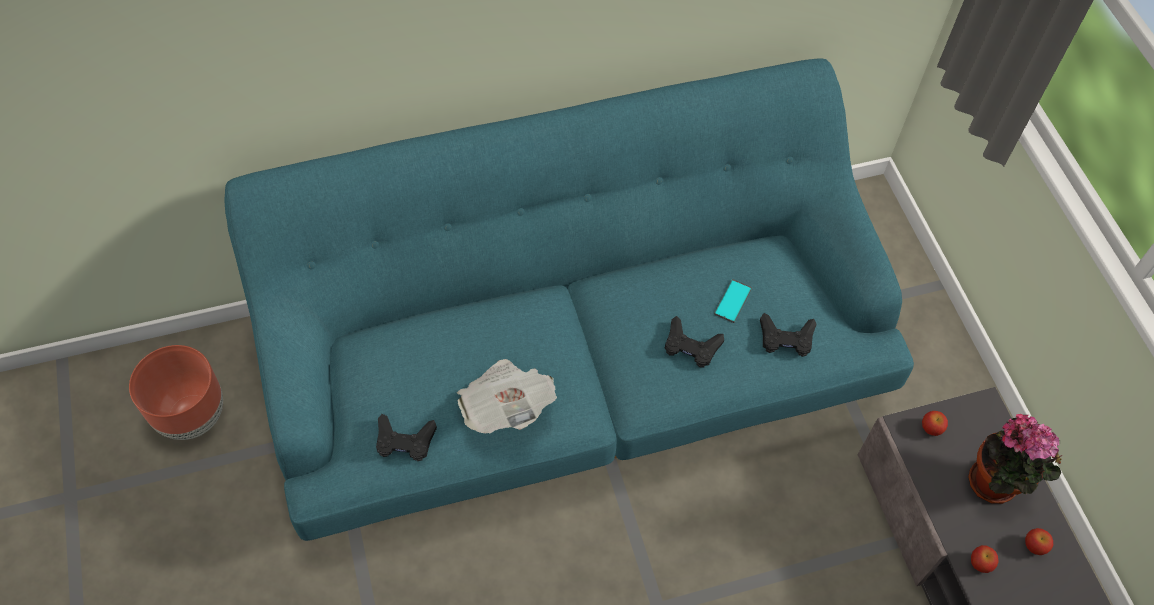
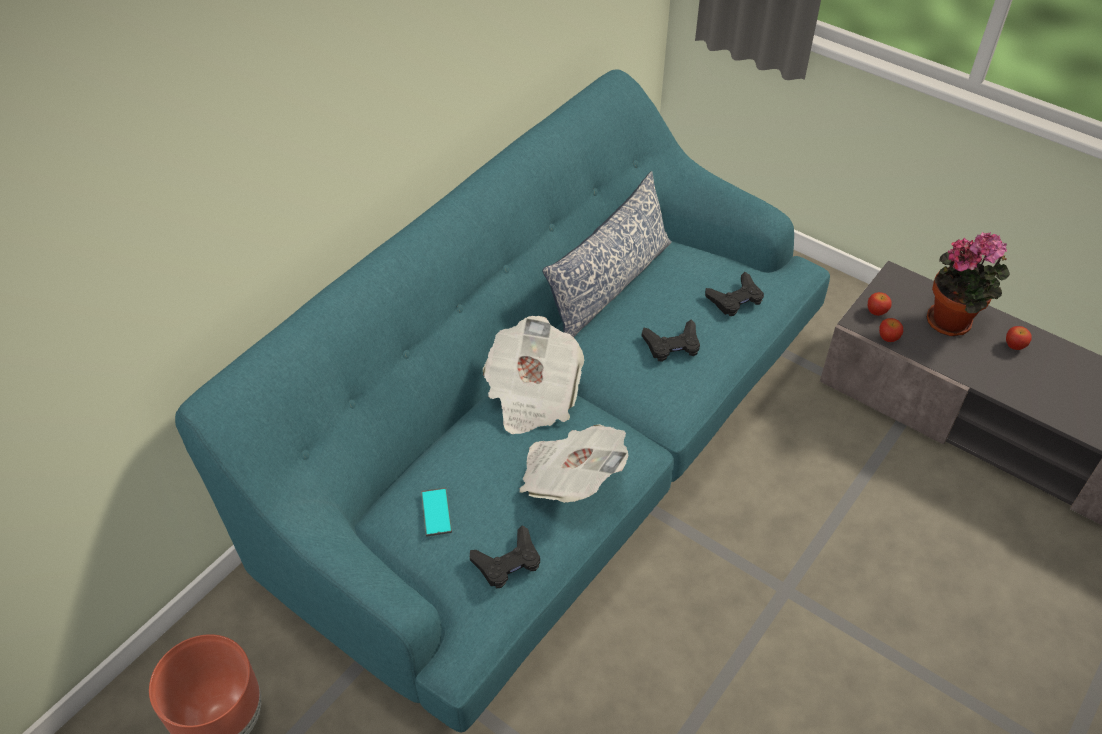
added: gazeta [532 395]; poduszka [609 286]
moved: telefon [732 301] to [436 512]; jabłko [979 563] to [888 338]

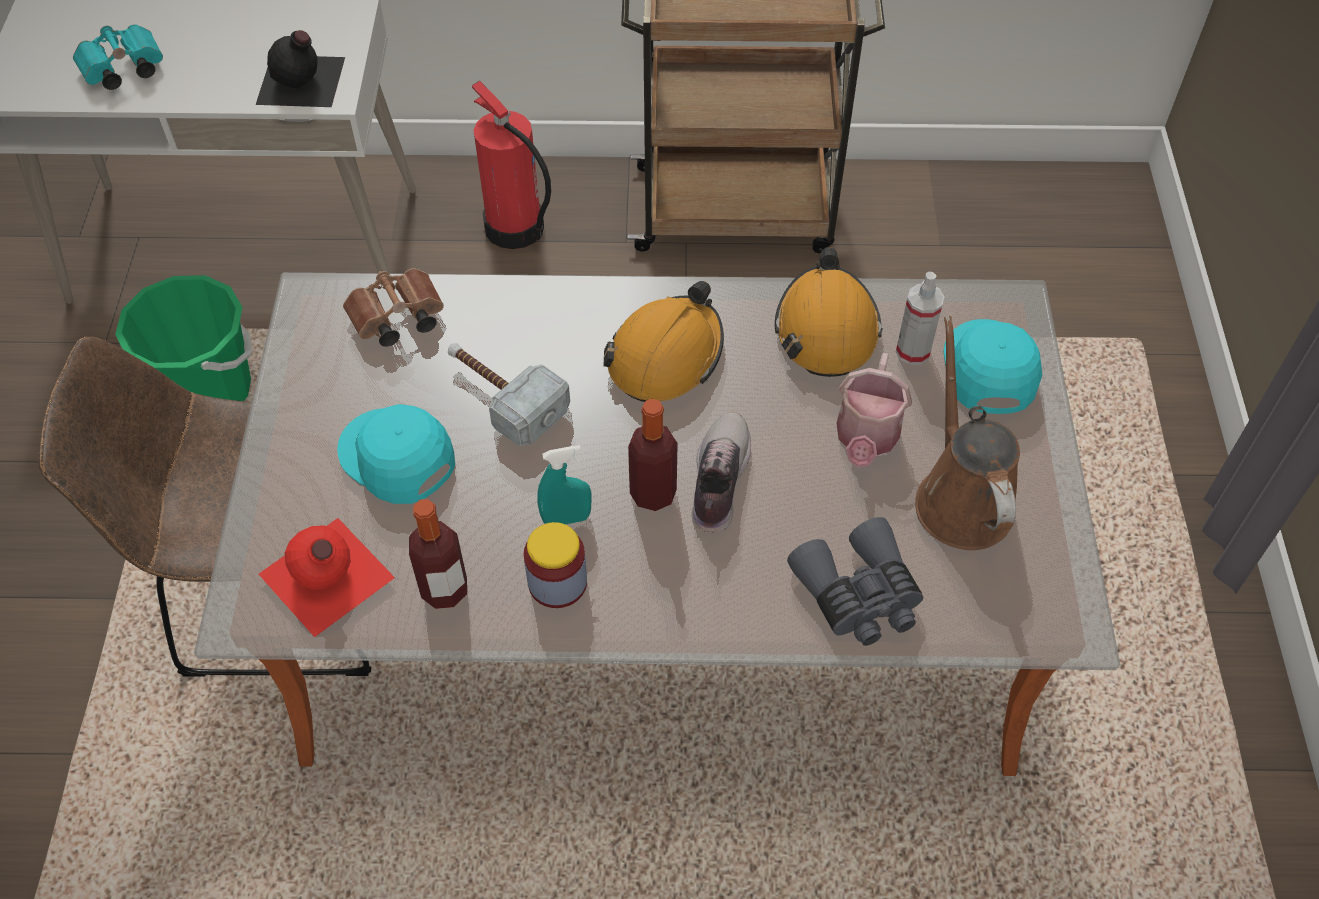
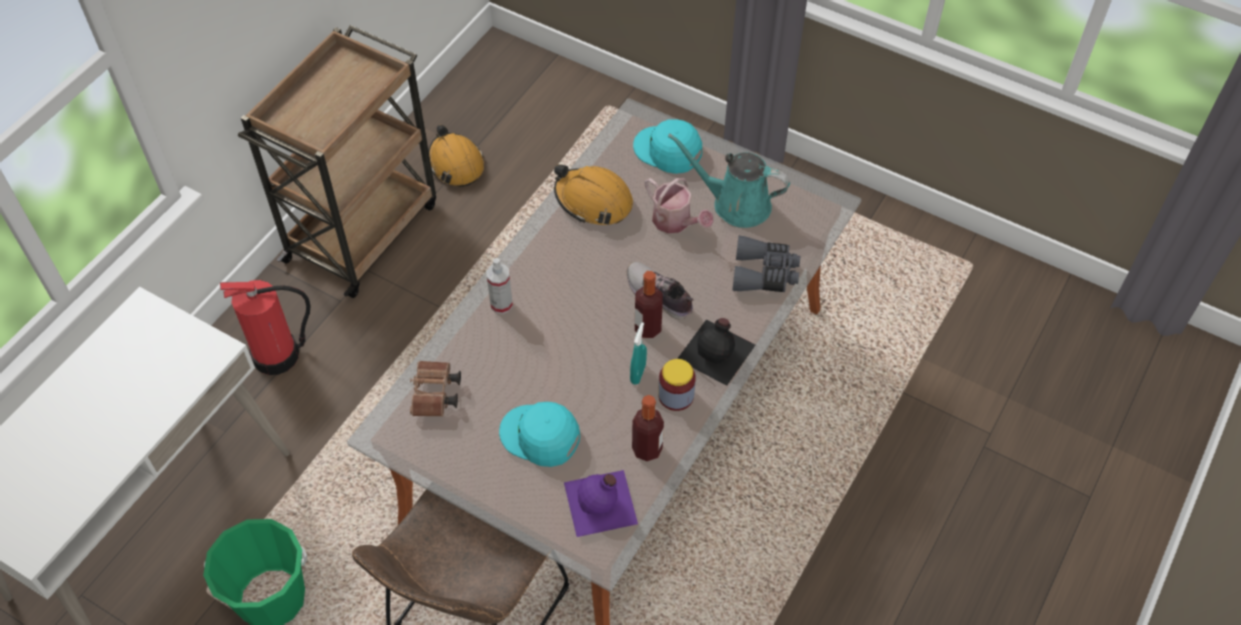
removed: lornetka [turkusowy] [122 71]; młotek [501 395]
moved: kask [pomarańczowy] [666 356] to [456 164]; spryskiwacz [913 351] to [501 304]; butelka [czarny] [302 81] to [717 351]
recoloured: butelka [czerwony] [326 578] to butelka [fioletowy] [601 503]; konewka [brązowy] [960 497] to konewka [turkusowy] [735 204]
turned: czapka z daszkiem [turkusowy] [397 457] = [540 436] 45 degrees clockwise

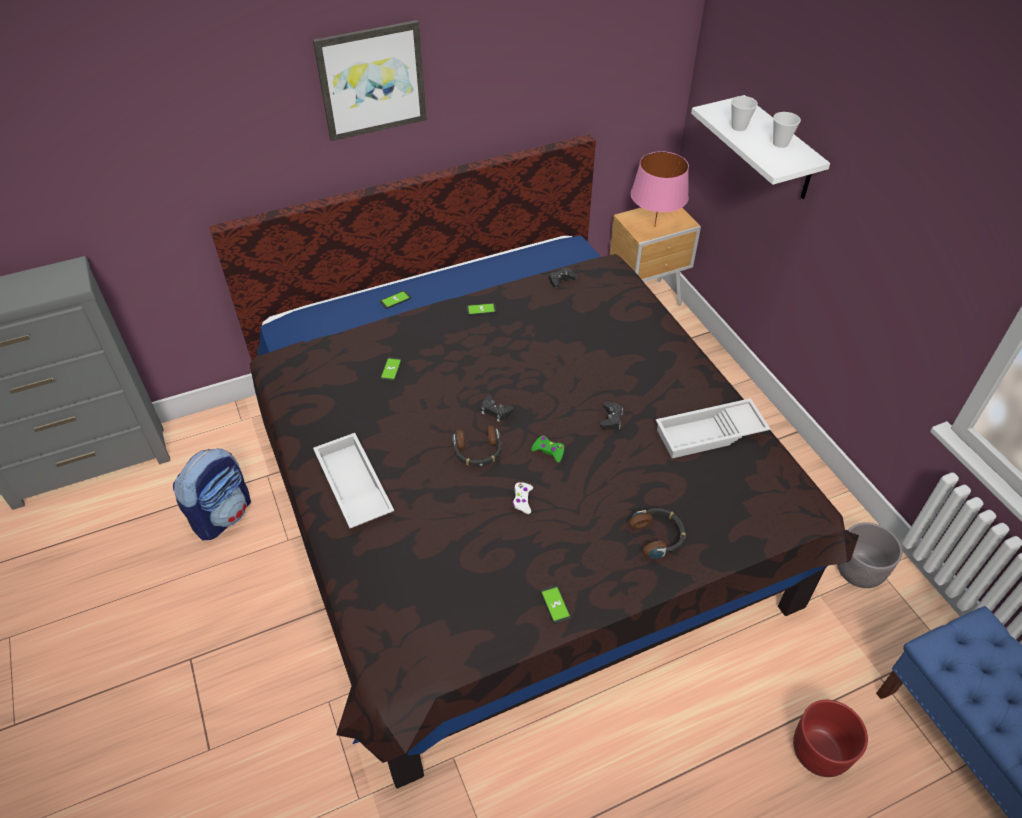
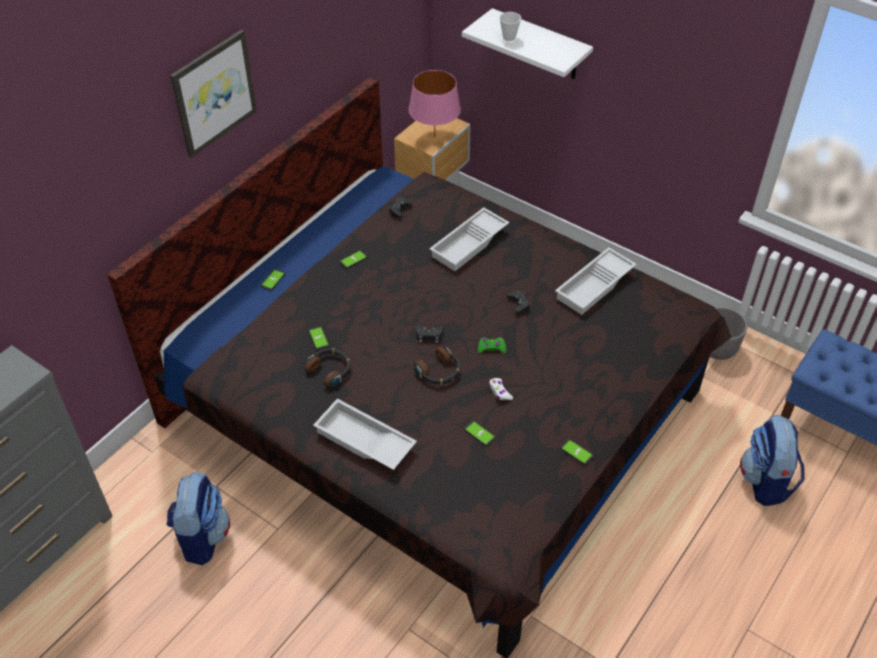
removed: filiżanka [780 143]
added: taca [biały] [470 244]; telefon [479 433]
moved: słuchawki [658 535] to [330 369]
replaced: donica [czerwony] [819 752] to plecak [765 481]

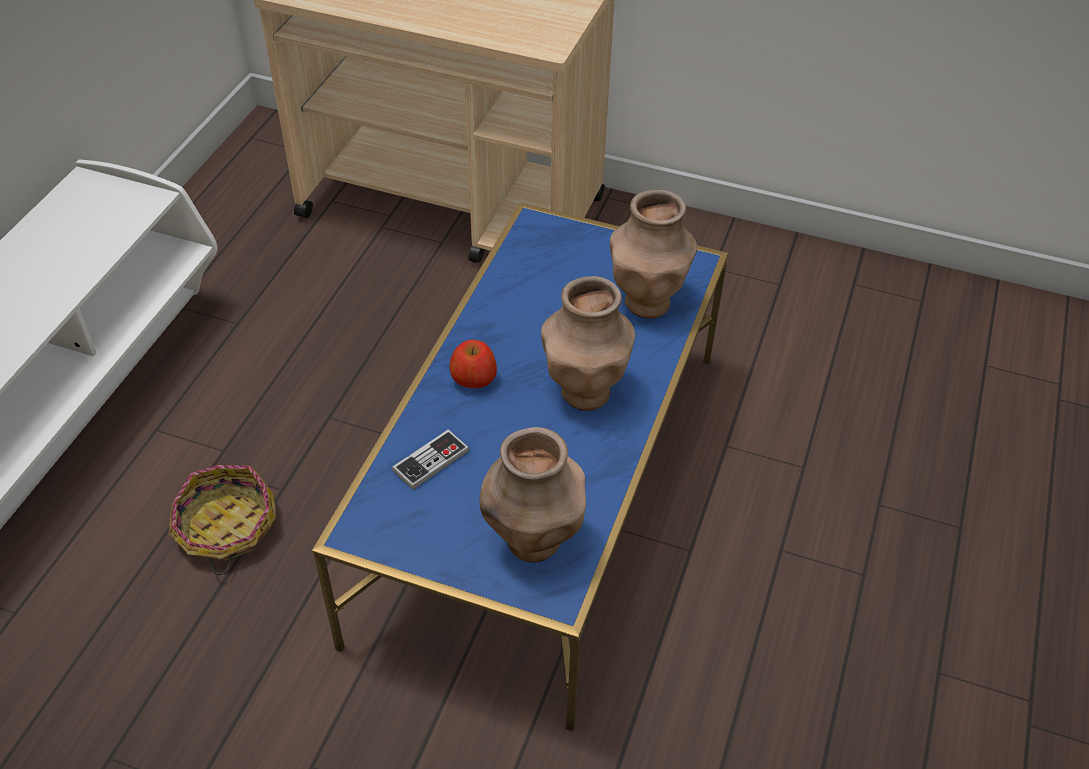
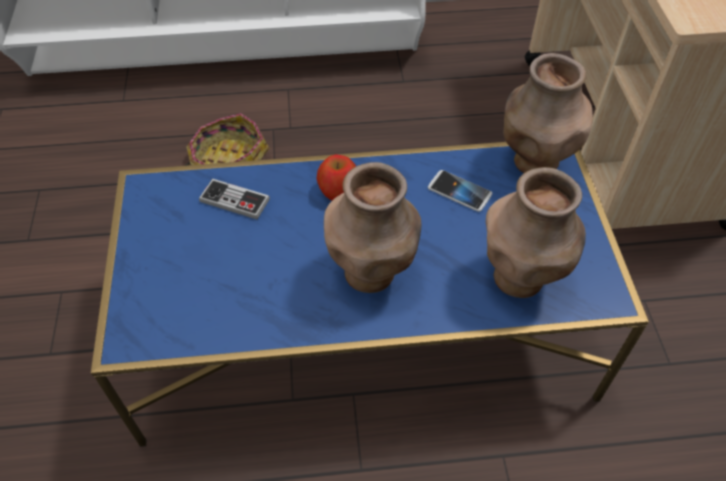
added: telefon [459 191]
moved: wazon [brązowy] [533 541] to [534 162]

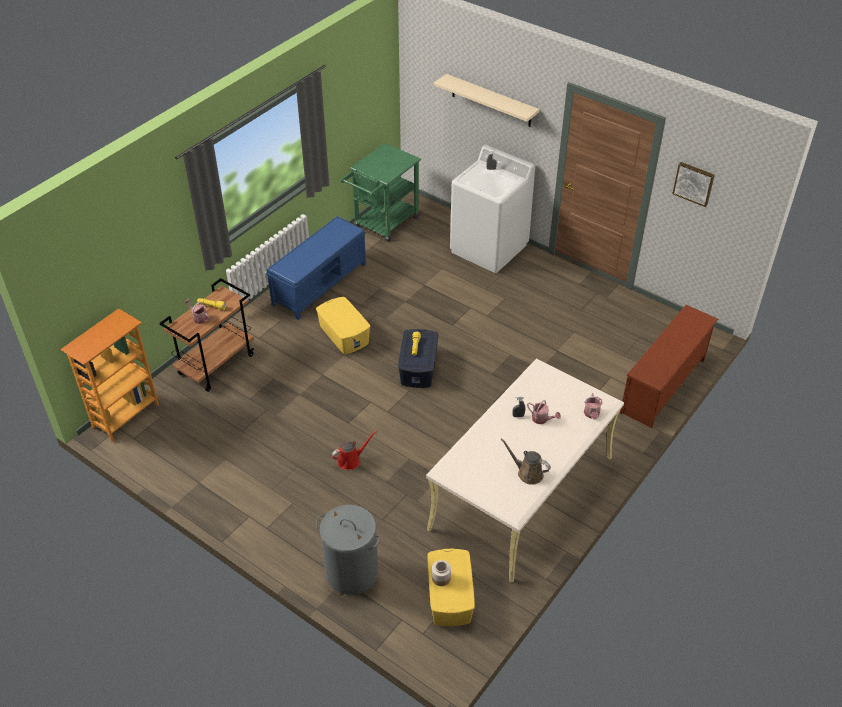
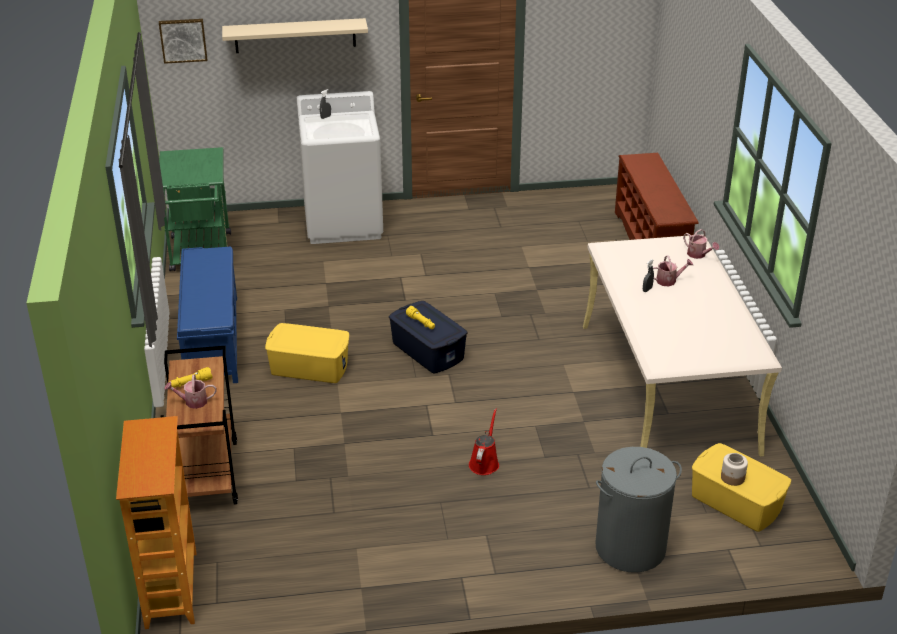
removed: konewka [brązowy] [527 473]
moved: obraz [694 183] to [183 40]

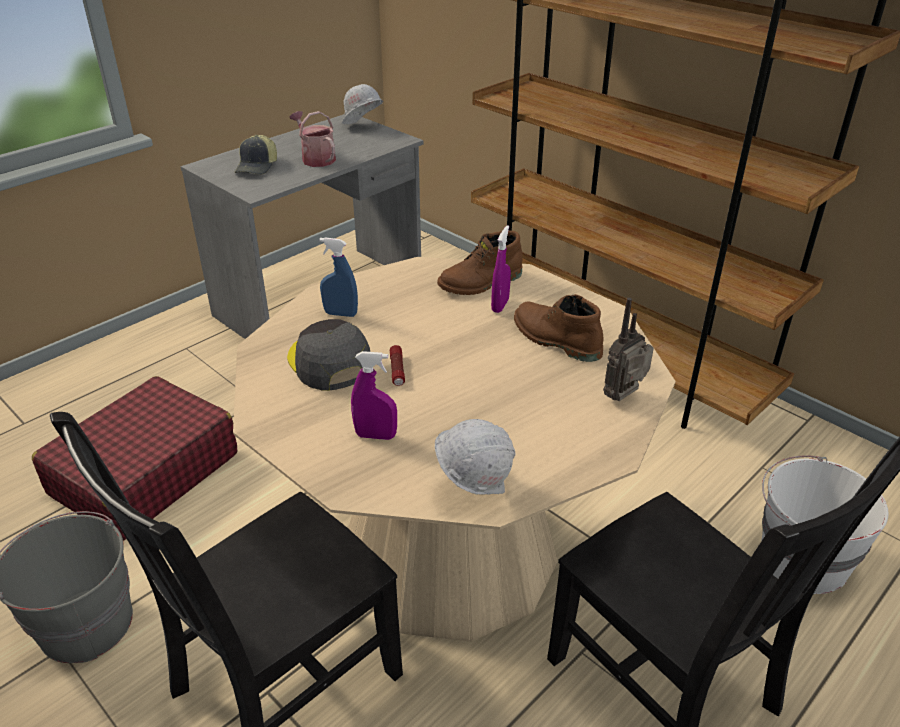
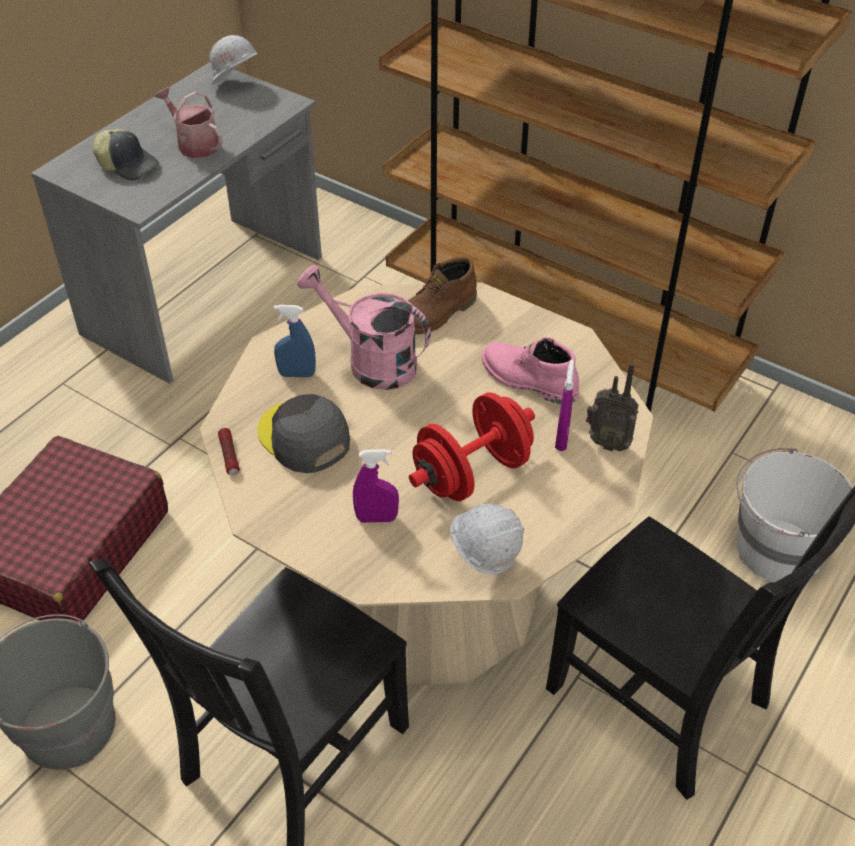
added: konewka [różowy] [371 361]; hantel [czerwony] [472 473]
moved: latarka [397 370] to [229 456]; spryskiwacz [fioletowy] [500 305] to [562 439]
recoloured: but z cholewką [brązowy] [555 340] to but z cholewką [różowy] [527 381]
turned: czapka z daszkiem [258 167] = [128 165] 60 degrees counterclockwise; radio [625 398] = [608 442] 105 degrees counterclockwise

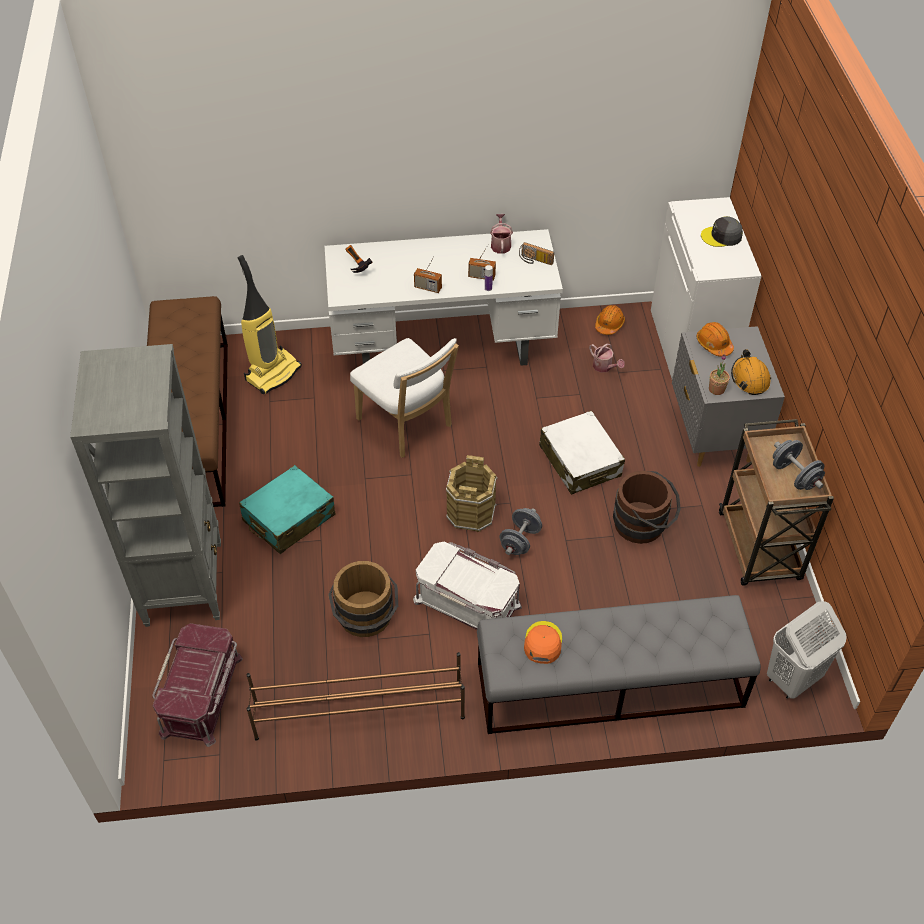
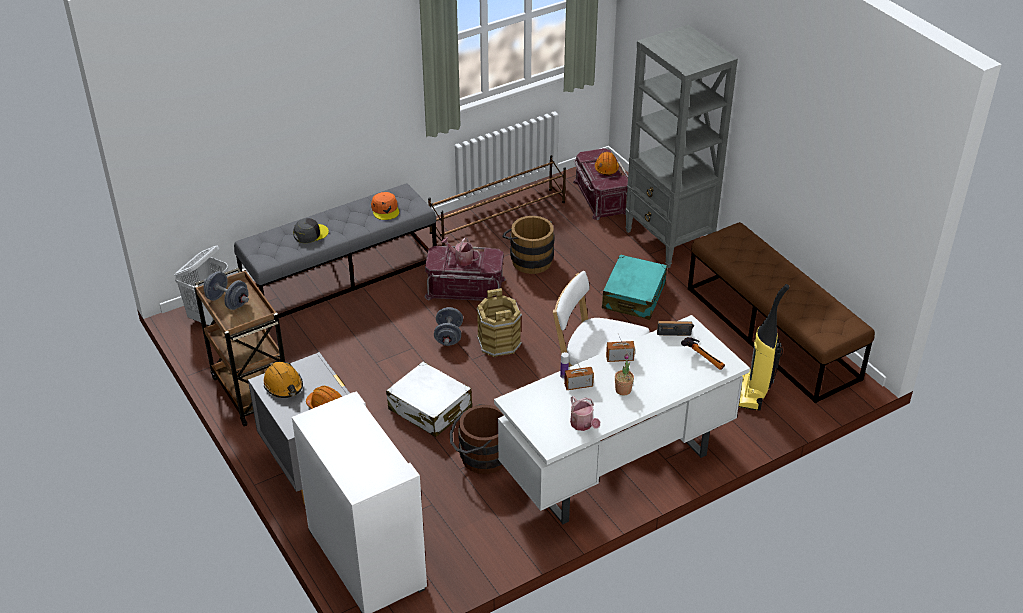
moved: czapka z daszkiem [szary] [721 236] to [310 234]; konewka [604 367] to [461 259]; wiadro [brązowy] [644 525] to [479 457]; kask [pomarańczowy] [609 324] to [606 168]; roślina doniczkowa [716 389] to [623 390]; radio [535 261] to [675 331]
recoloured: pojemnik do przechowywania [biały] [468 602] to pojemnik do przechowywania [czerwony] [465 289]

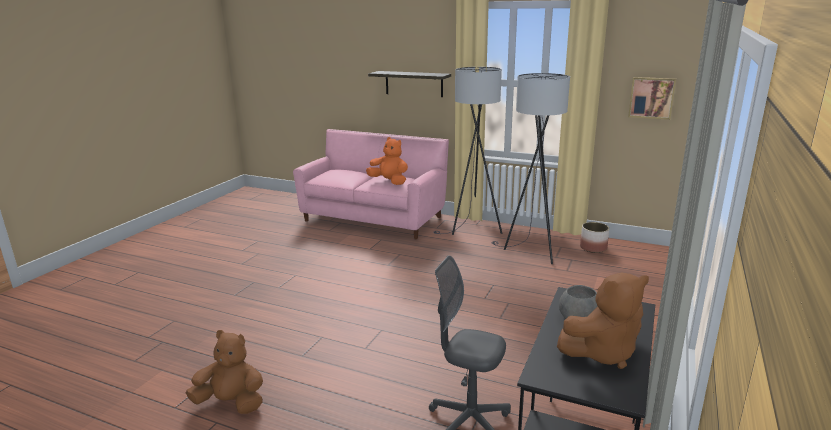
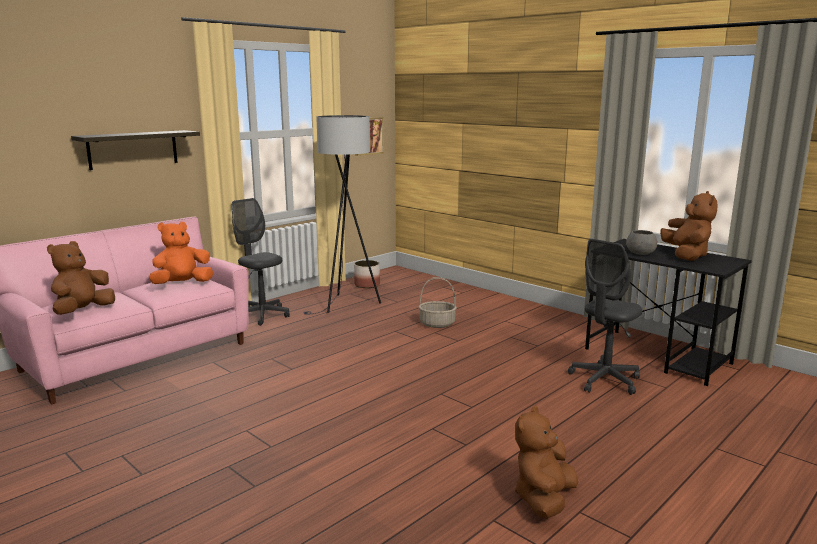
added: pluszak [brązowy] [83 311]; koszyk [437 324]
replaced: lampa stojąca [szary] [472 230] to krzesło biurowe [szary] [262 315]

